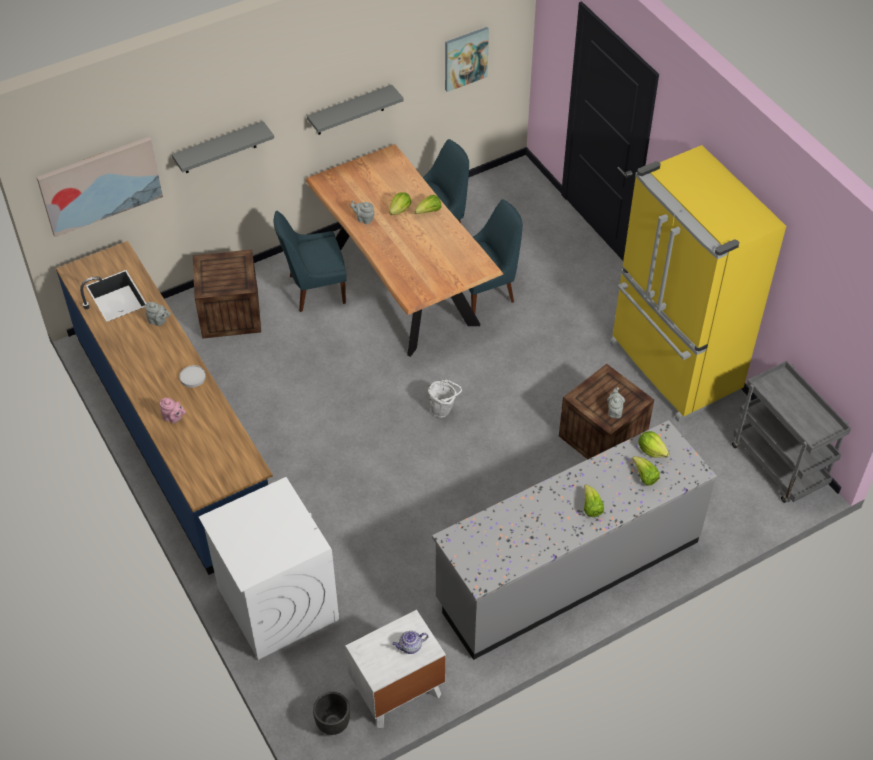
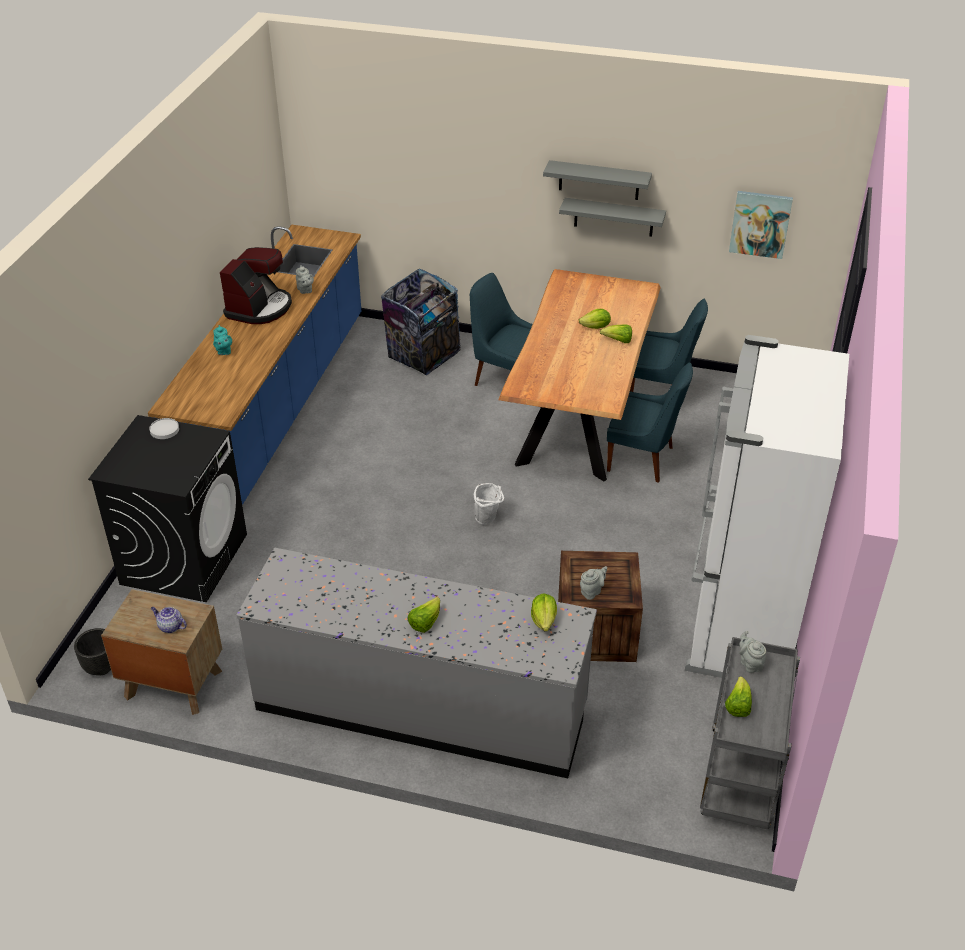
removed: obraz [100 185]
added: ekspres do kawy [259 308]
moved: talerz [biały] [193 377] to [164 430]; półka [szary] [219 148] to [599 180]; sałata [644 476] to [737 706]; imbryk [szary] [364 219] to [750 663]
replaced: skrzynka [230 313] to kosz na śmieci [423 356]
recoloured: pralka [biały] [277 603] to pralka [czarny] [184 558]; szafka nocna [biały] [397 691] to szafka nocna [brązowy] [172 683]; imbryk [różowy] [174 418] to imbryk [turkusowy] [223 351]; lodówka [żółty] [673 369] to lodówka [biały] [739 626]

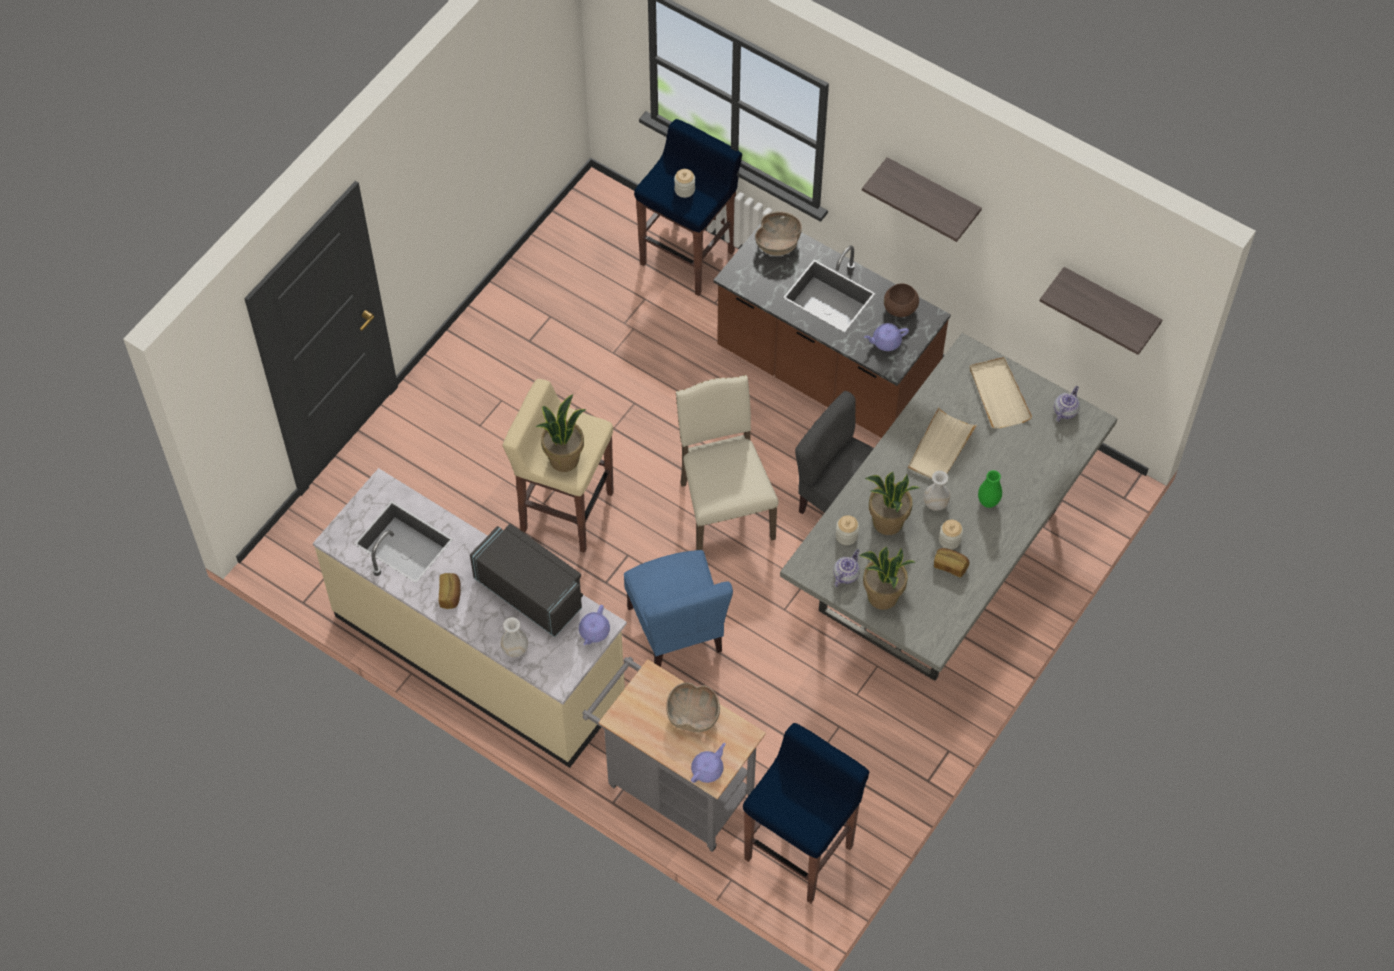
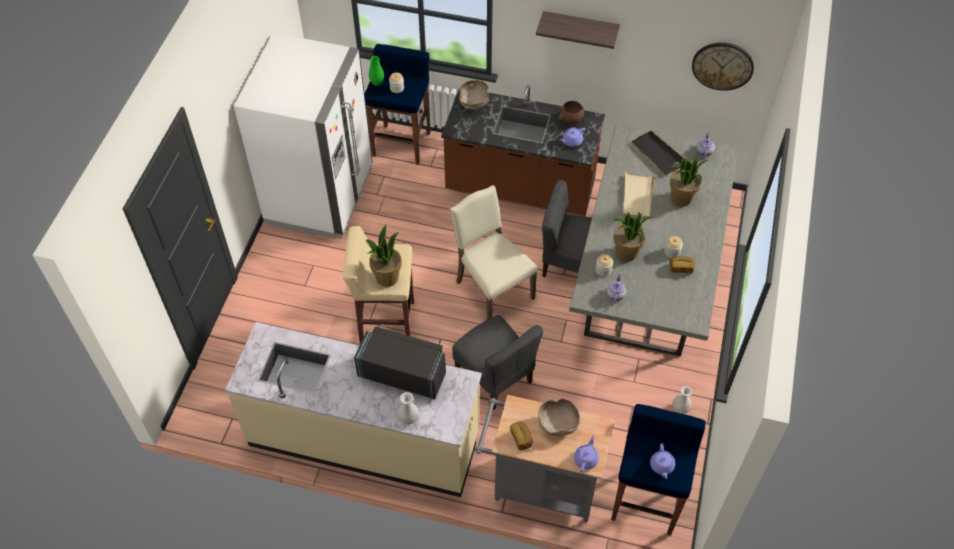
added: lodówka [biały] [320 196]
moved: wazon [zielony] [988 502] to [377 83]; chleb [450 595] to [521 438]; imbryk [fioletowy] [594 632] to [661 466]; roślina doniczkowa [882 597] to [681 199]; wazon [biały] [935 504] to [680 409]
replaced: półka [1110 304] to zegar ścienny [722 65]
recoloured: krzesło [niebieski] [676 629] to krzesło [szary] [495 377]; taca [beżowy] [998 394] to taca [czarny] [657 154]

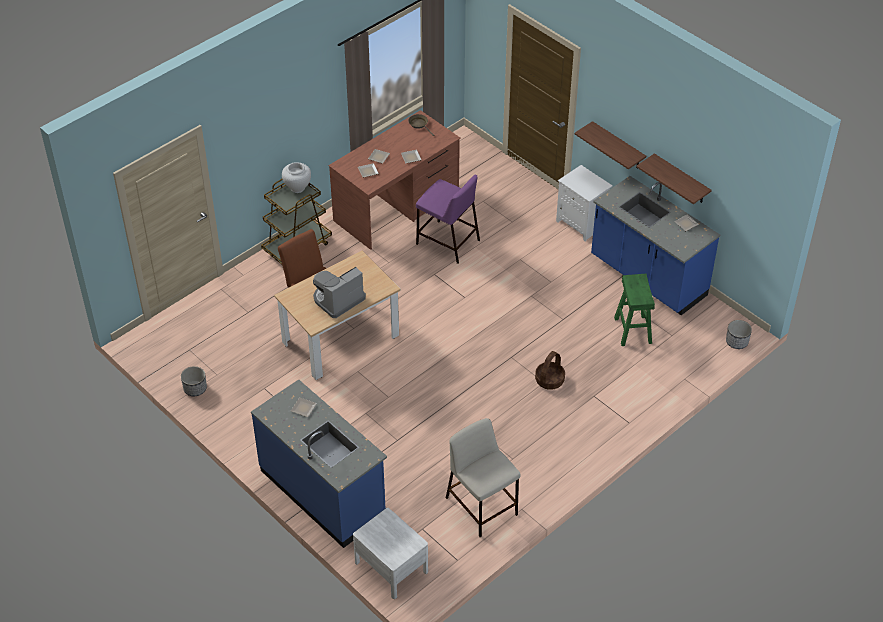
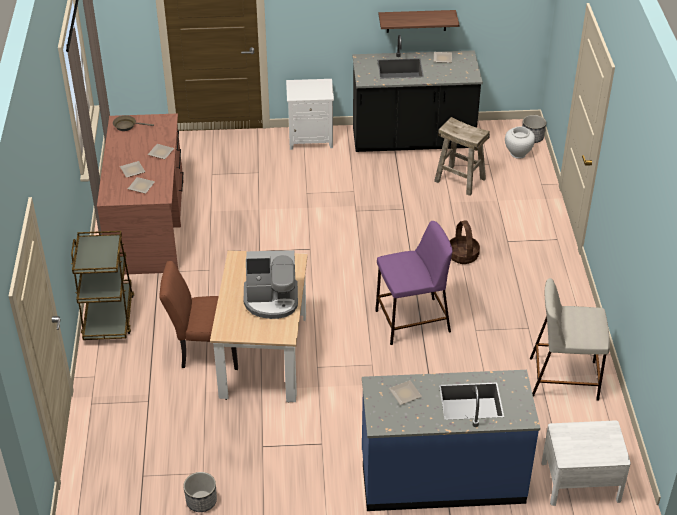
removed: półka [618 146]
moved: stołek [fioletowy] [447 242] to [411 321]; wazon [biały] [297 188] to [518 154]
recoloured: zabudowa kuchenna [niebieski] [647 277] to zabudowa kuchenna [czarny] [413 140]; stołek [zielony] [632 330] to stołek [beżowy] [459 180]
turned: ekspres do kawy [338 299] = [271 300] 90 degrees counterclockwise

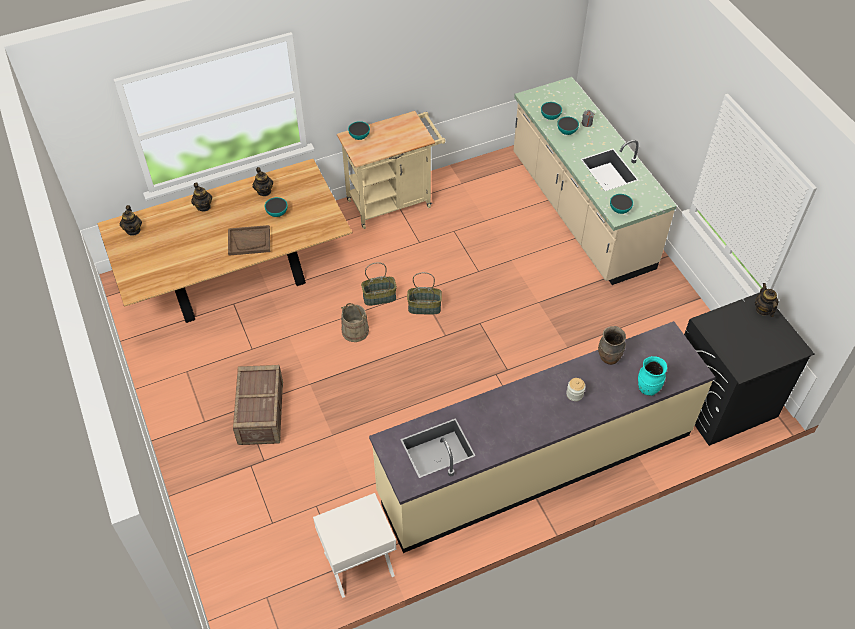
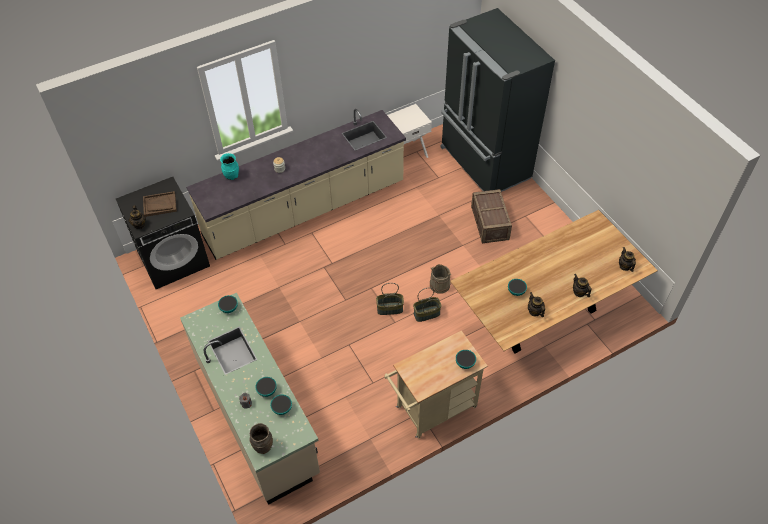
added: lodówka [czarny] [483 163]
moved: taca [brązowy] [249 241] to [160 205]; wazon [brązowy] [609 358] to [263 446]

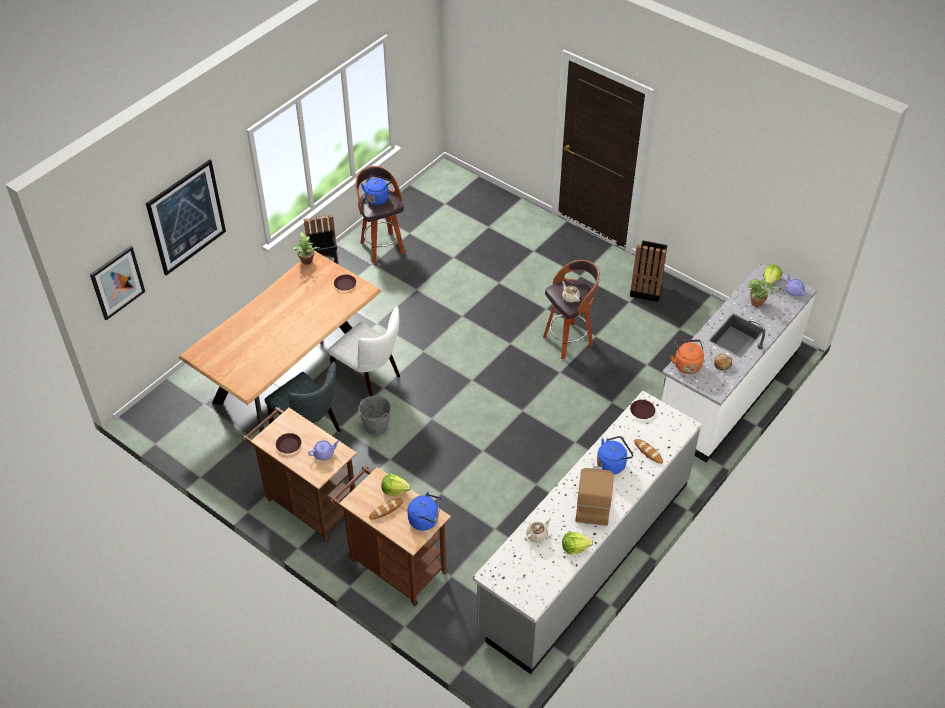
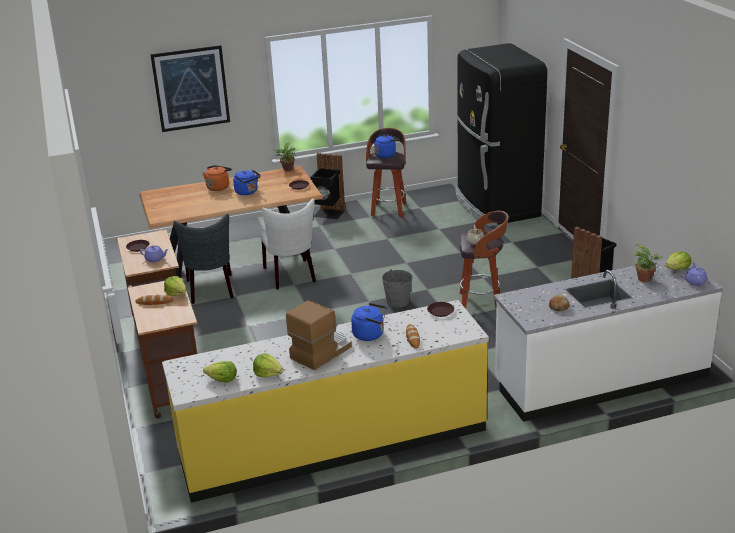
removed: obraz [117 282]; imbryk [beżowy] [537 535]
added: sałata [222 379]; lodówka [czarny] [495 206]
moved: czajnik [pomarańczowy] [686 364] to [218 187]; czajnik [niebieski] [425 520] to [247 192]; wiadro [szary] [376 426] to [397 302]
recoloured: zabudowa kuchenna [szary] [585 556] to zabudowa kuchenna [żółty] [333 443]

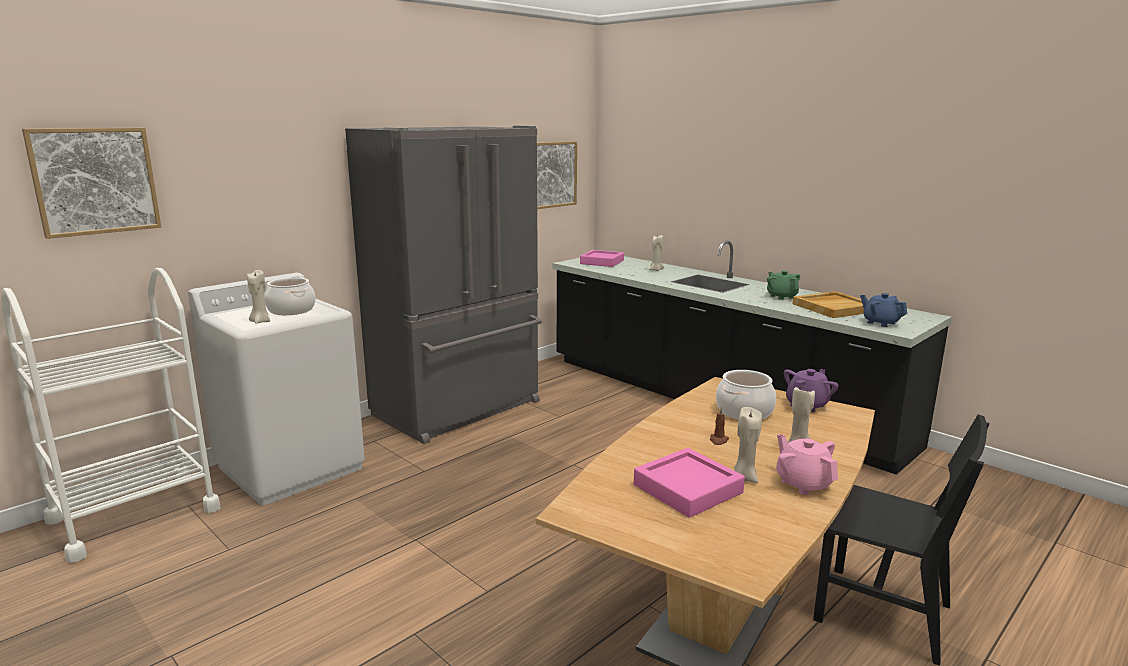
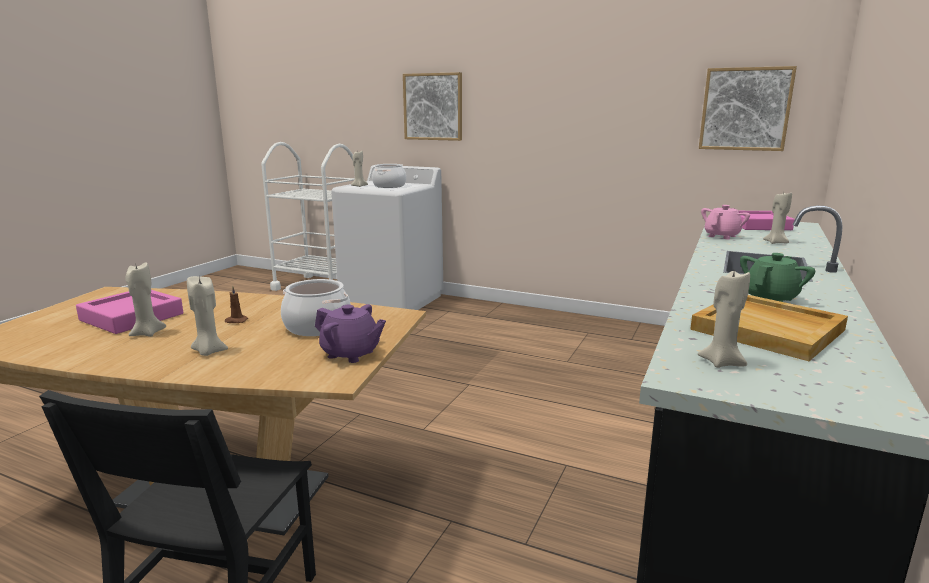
removed: lodówka [szary] [460 409]
moved: obraz [95 181] to [433 107]; imbryk [różowy] [803 483] to [722 236]
replaced: imbryk [niebieski] [880 323] to świeca [beżowy] [721 362]

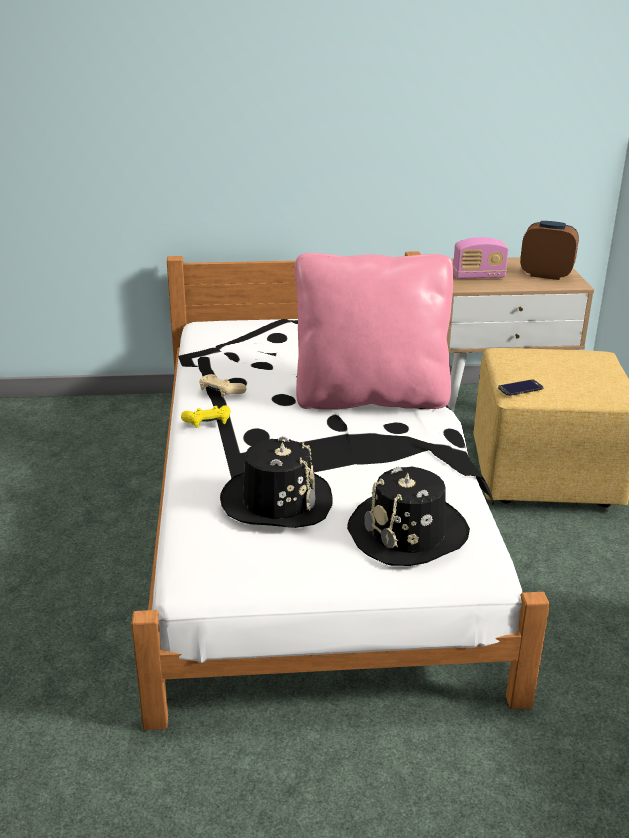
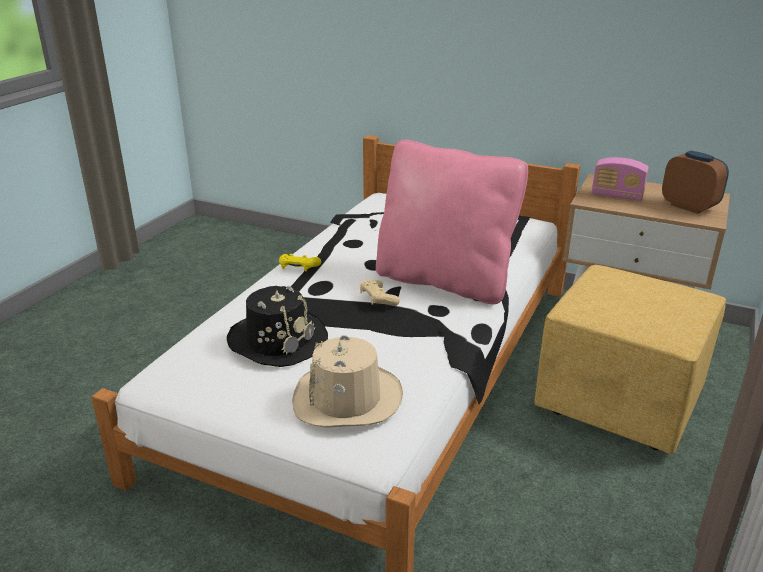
removed: telefon [520 388]
moved: pad do gier [beżowy] [221 392] to [378 299]
recoloured: kapelusz [czarny] [408 533] to kapelusz [beżowy] [347 399]

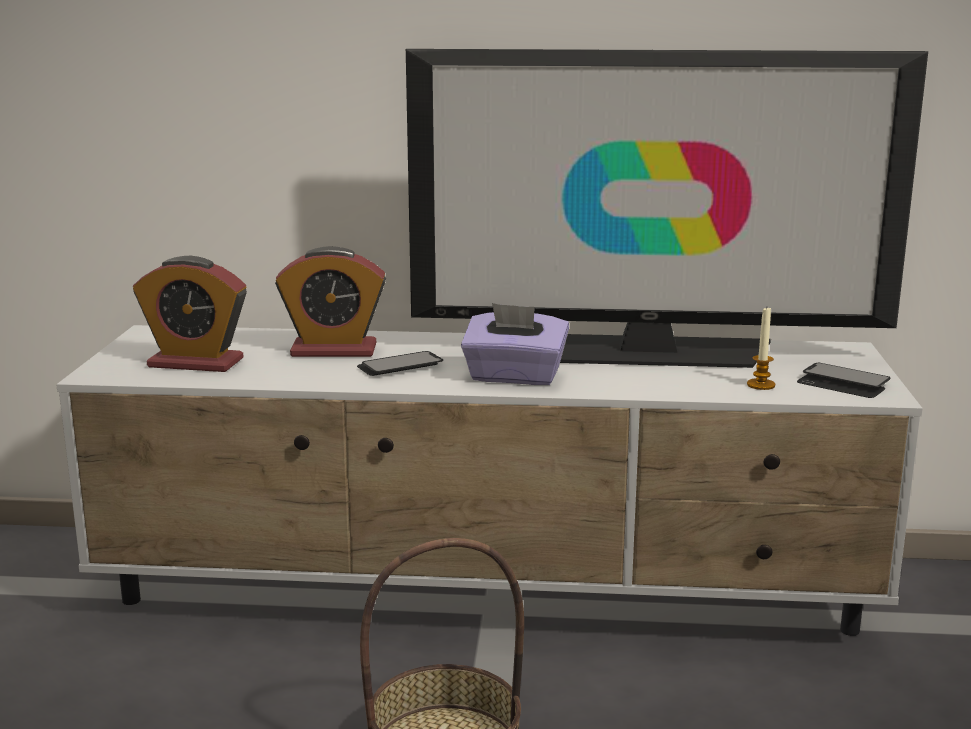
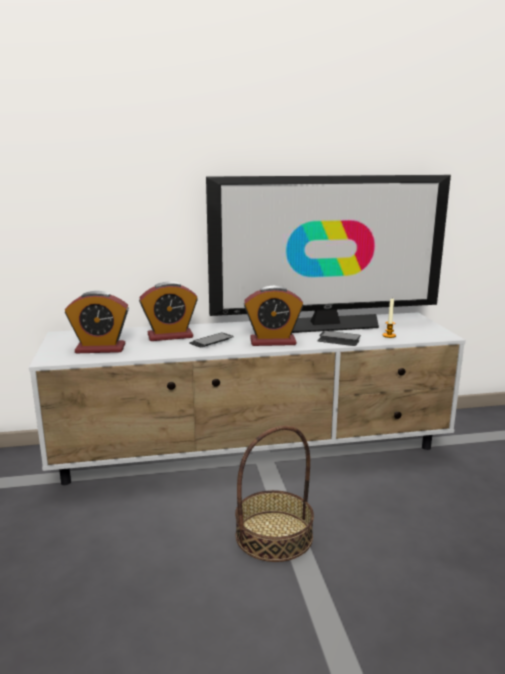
moved: telefon [843 383] to [339 340]
replaced: pudełko chusteczek [fioletowy] [514 377] to budzik [272 342]

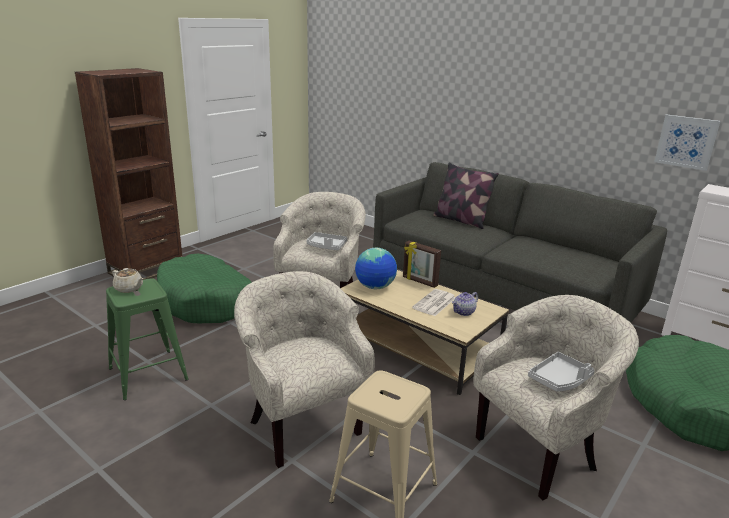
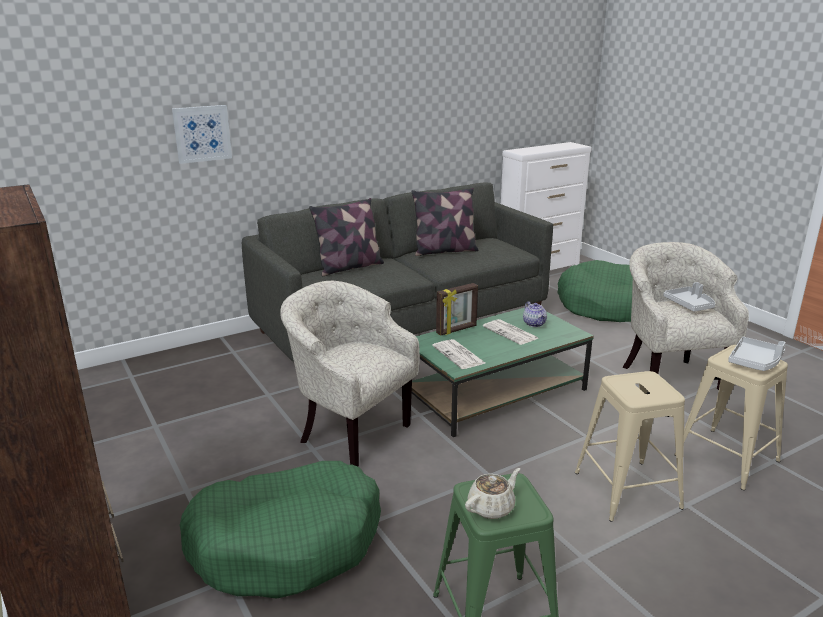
added: poduszka [444 251]
moved: obraz [686 142] to [202 133]; taca [szary] [326 246] to [755 362]
replaced: globus [375 287] to gazeta [459 355]; fotel [beżowy] [301 424] to stołek [beżowy] [627 490]
recoloured: ława [beżowy] [418 347] to ława [zielony] [496 391]

